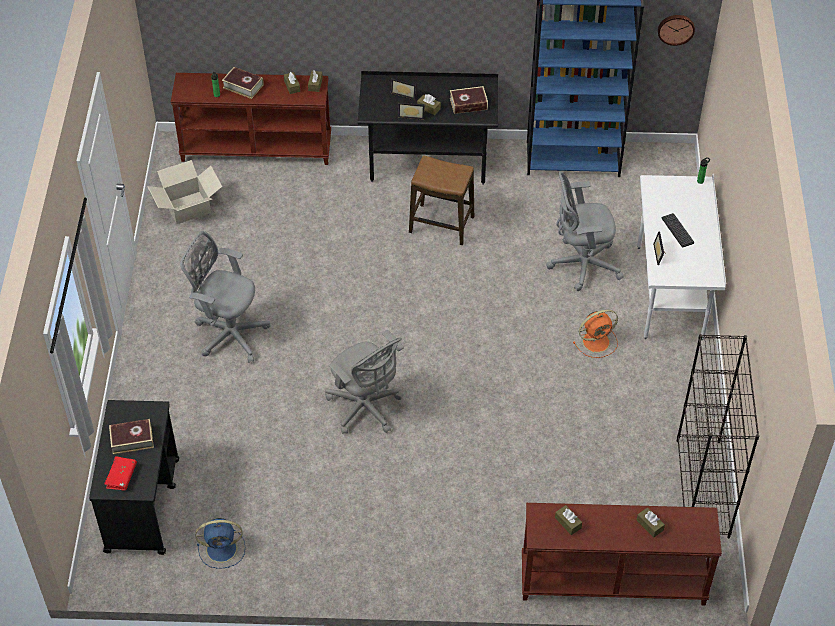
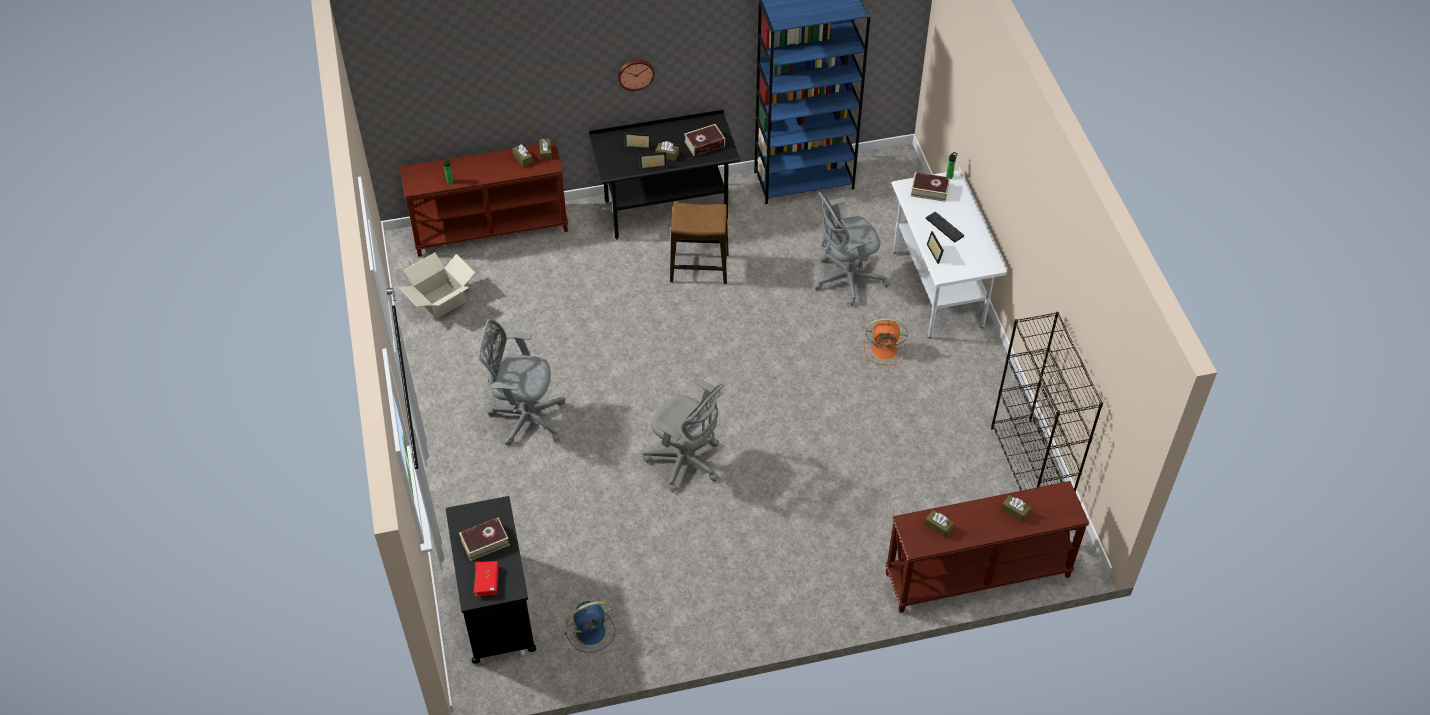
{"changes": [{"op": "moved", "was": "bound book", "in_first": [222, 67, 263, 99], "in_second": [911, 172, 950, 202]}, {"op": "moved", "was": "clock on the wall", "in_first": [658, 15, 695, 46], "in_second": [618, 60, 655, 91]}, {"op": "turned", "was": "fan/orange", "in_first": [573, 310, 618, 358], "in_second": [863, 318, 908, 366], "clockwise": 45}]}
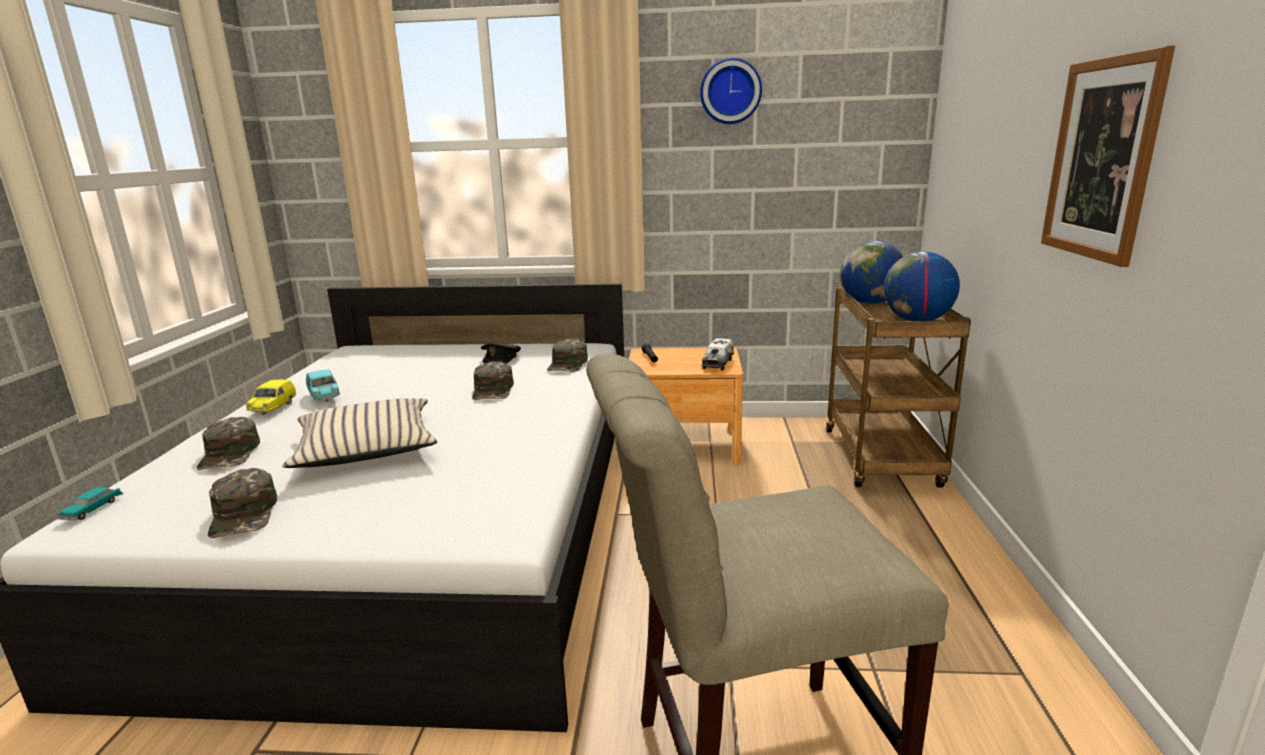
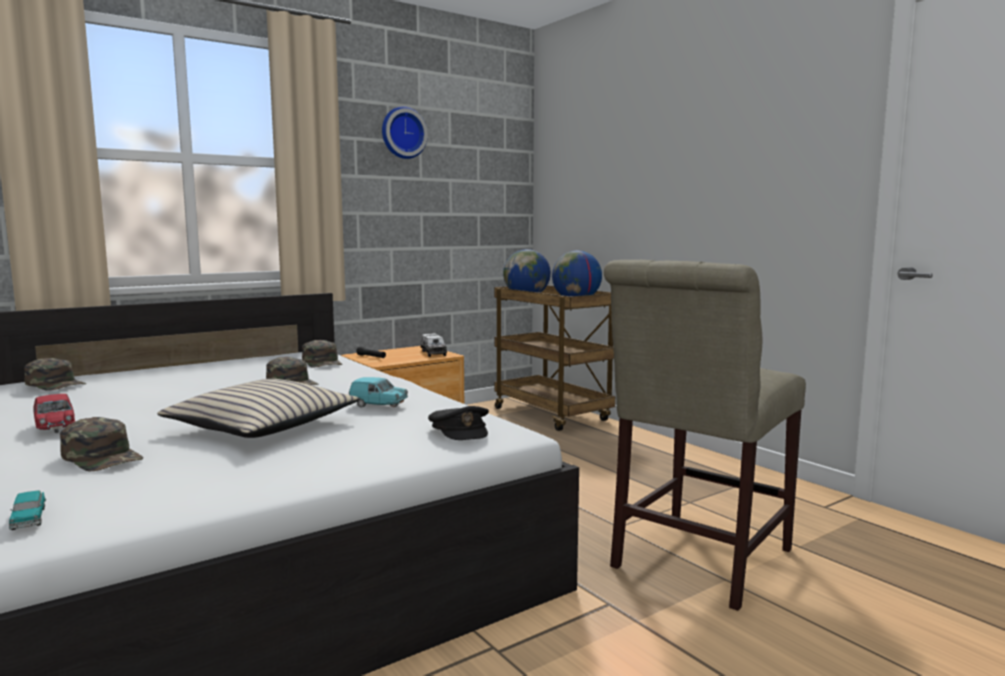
{"changes": [{"op": "removed", "was": "picture", "in_first": [1041, 45, 1175, 267]}, {"op": "moved", "was": "peaked cap/green-coloured", "in_first": [208, 468, 277, 538], "in_second": [24, 358, 86, 391]}, {"op": "moved", "was": "toy car/turquoise-coloured", "in_first": [306, 370, 340, 402], "in_second": [349, 377, 408, 408]}, {"op": "moved", "was": "peaked cap/blackish", "in_first": [481, 343, 521, 364], "in_second": [428, 406, 489, 440]}, {"op": "recoloured", "was": "toy car/yellow-coloured", "now": "toy car/reddish", "in_first": [246, 380, 296, 415], "in_second": [34, 394, 75, 433]}]}
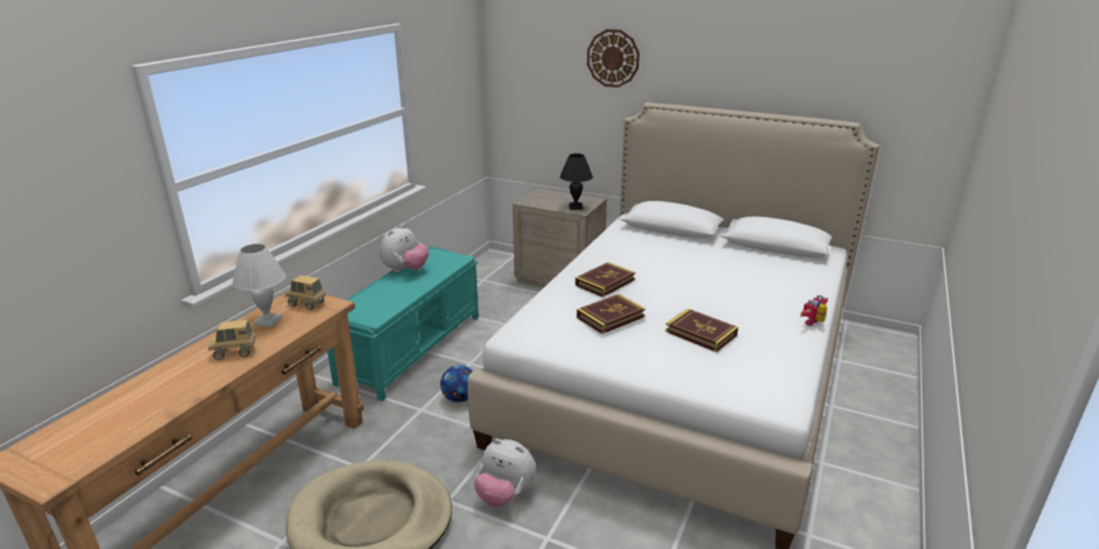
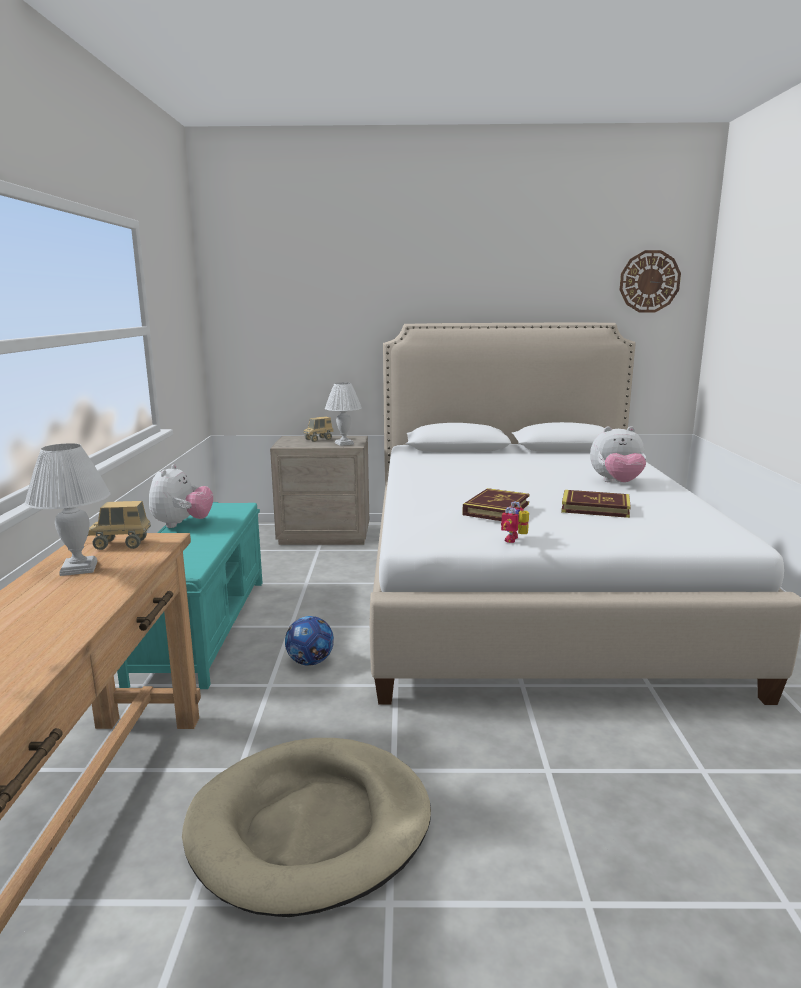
{"changes": [{"op": "removed", "was": "bound book", "in_first": [575, 262, 635, 297]}, {"op": "moved", "was": "model truck", "in_first": [208, 320, 256, 360], "in_second": [303, 416, 334, 442]}, {"op": "moved", "was": "cuddly toy", "in_first": [474, 439, 536, 507], "in_second": [590, 426, 647, 482]}, {"op": "moved", "was": "clock on the wall", "in_first": [587, 29, 640, 88], "in_second": [620, 250, 681, 313]}, {"op": "moved", "was": "toy robot", "in_first": [800, 295, 828, 326], "in_second": [501, 501, 529, 543]}, {"op": "recoloured", "was": "lamp for a table/blackish", "now": "lamp for a table/white", "in_first": [560, 153, 593, 210], "in_second": [325, 382, 362, 446]}]}
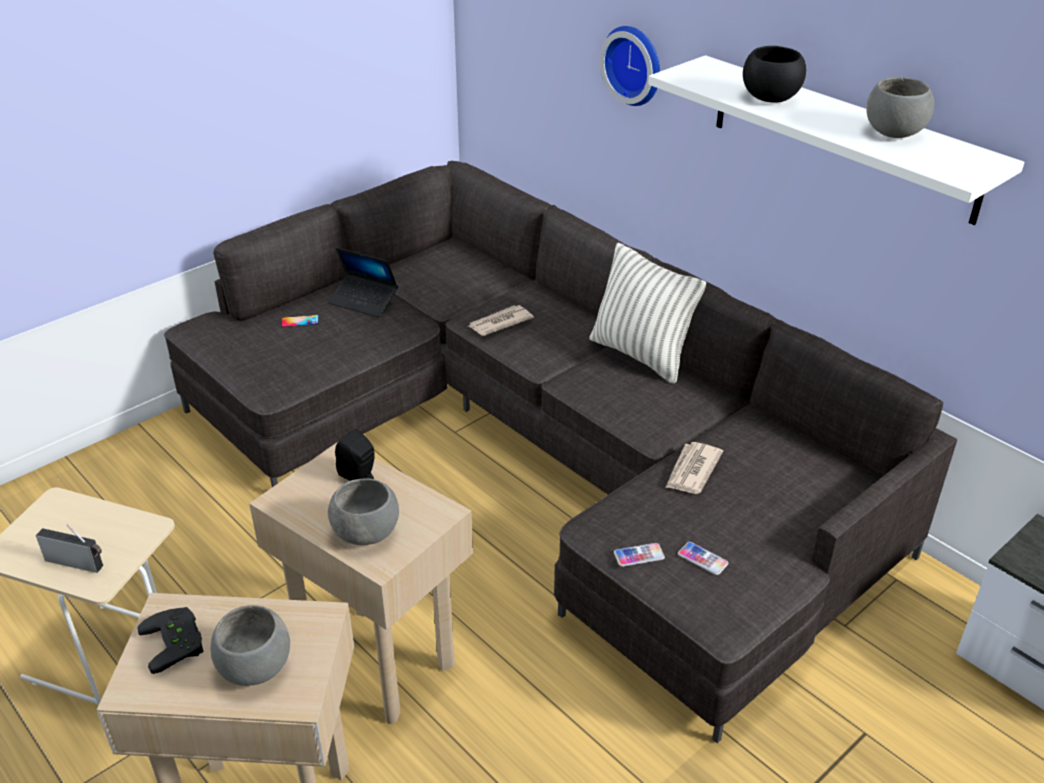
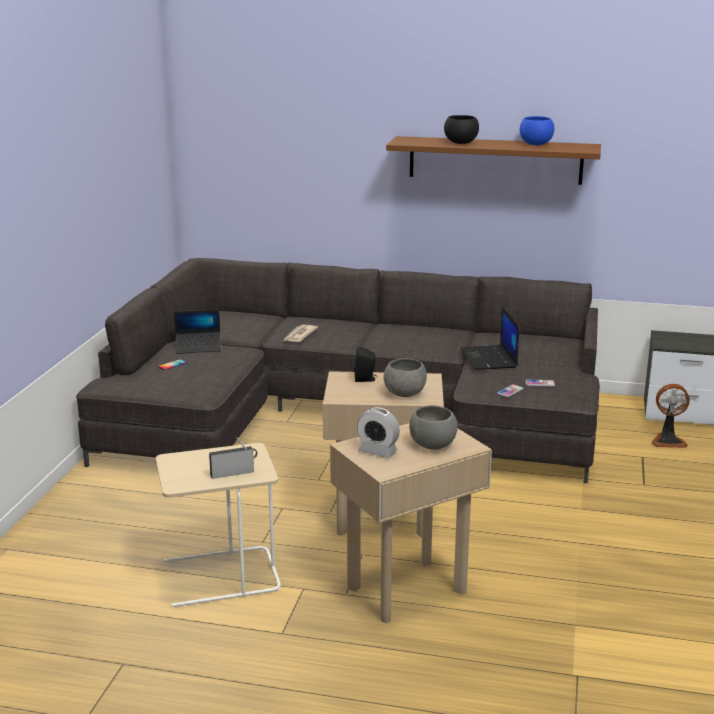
{"changes": [{"op": "removed", "was": "throw pillow", "in_first": [590, 242, 706, 384]}, {"op": "removed", "was": "clock on the wall", "in_first": [600, 26, 660, 106]}, {"op": "added", "now": "fan", "in_second": [652, 384, 690, 448]}, {"op": "replaced", "was": "game controller/blackish", "now": "table clock", "in_first": [138, 607, 204, 674], "in_second": [357, 407, 400, 458]}, {"op": "replaced", "was": "newspaper", "now": "laptop", "in_first": [665, 442, 723, 494], "in_second": [460, 307, 519, 370]}, {"op": "recoloured", "was": "shelf/white", "now": "shelf/brownish", "in_first": [648, 55, 1024, 225], "in_second": [386, 136, 601, 185]}, {"op": "recoloured", "was": "deep dish/gray", "now": "deep dish/bluish", "in_first": [866, 77, 934, 138], "in_second": [520, 116, 554, 145]}]}
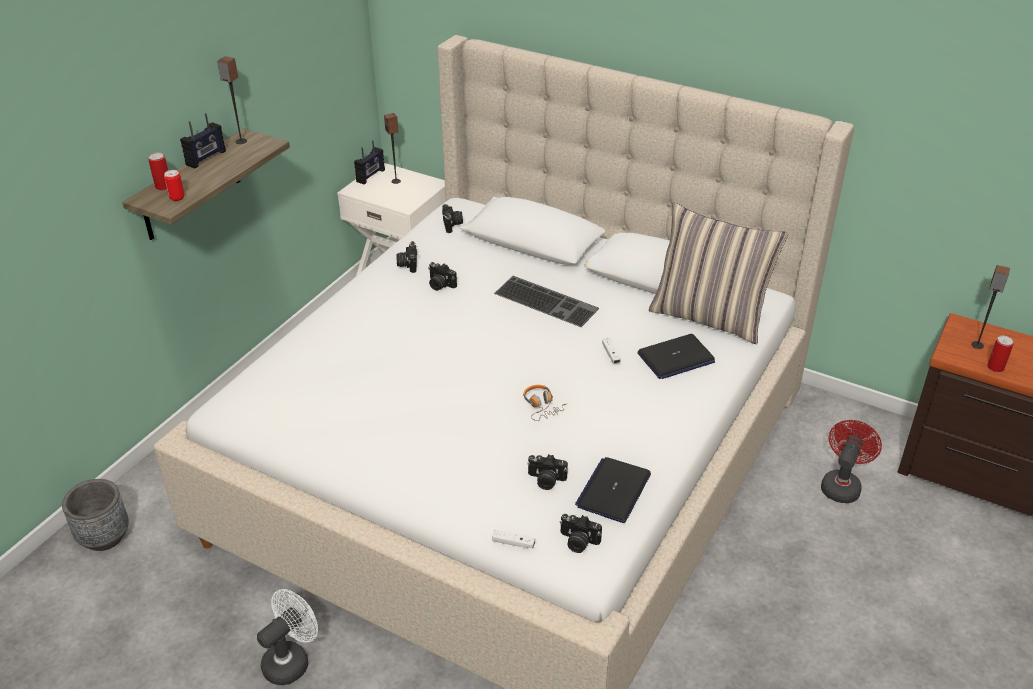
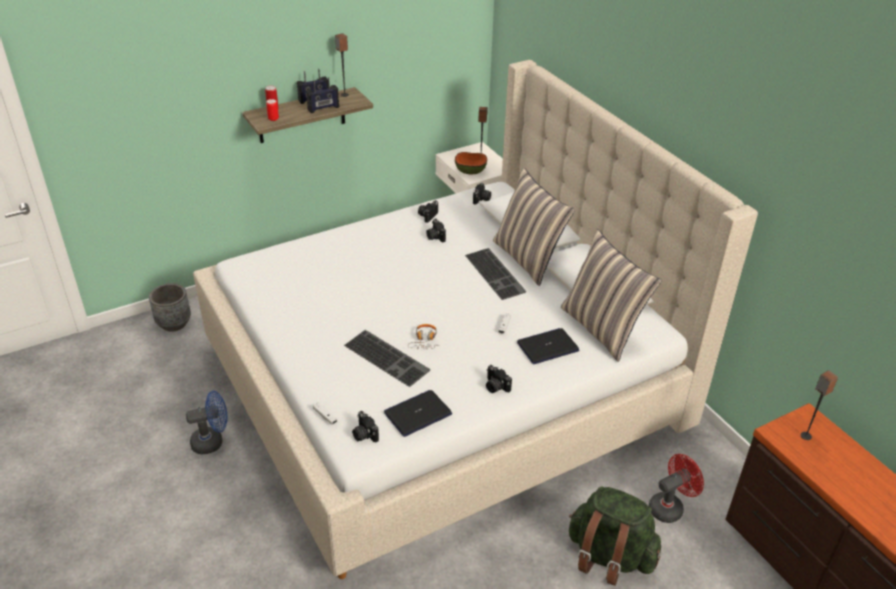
{"changes": [{"op": "removed", "was": "sealed can", "in_first": [987, 336, 1014, 372]}, {"op": "added", "now": "PC keyboard", "in_second": [344, 330, 431, 387]}, {"op": "added", "now": "deep dish", "in_second": [455, 152, 487, 174]}, {"op": "added", "now": "throw pillow", "in_second": [493, 168, 575, 286]}, {"op": "added", "now": "backpack/green-coloured", "in_second": [569, 486, 661, 586]}, {"op": "moved", "was": "radio receiver", "in_first": [354, 140, 385, 184], "in_second": [306, 77, 339, 113]}, {"op": "moved", "was": "photo camera", "in_first": [527, 454, 568, 490], "in_second": [486, 365, 512, 393]}, {"op": "recoloured", "was": "fan/white", "now": "fan/bluish", "in_first": [257, 589, 318, 685], "in_second": [186, 391, 227, 455]}, {"op": "turned", "was": "laptop", "in_first": [637, 334, 715, 379], "in_second": [517, 328, 579, 364], "clockwise": 150}]}
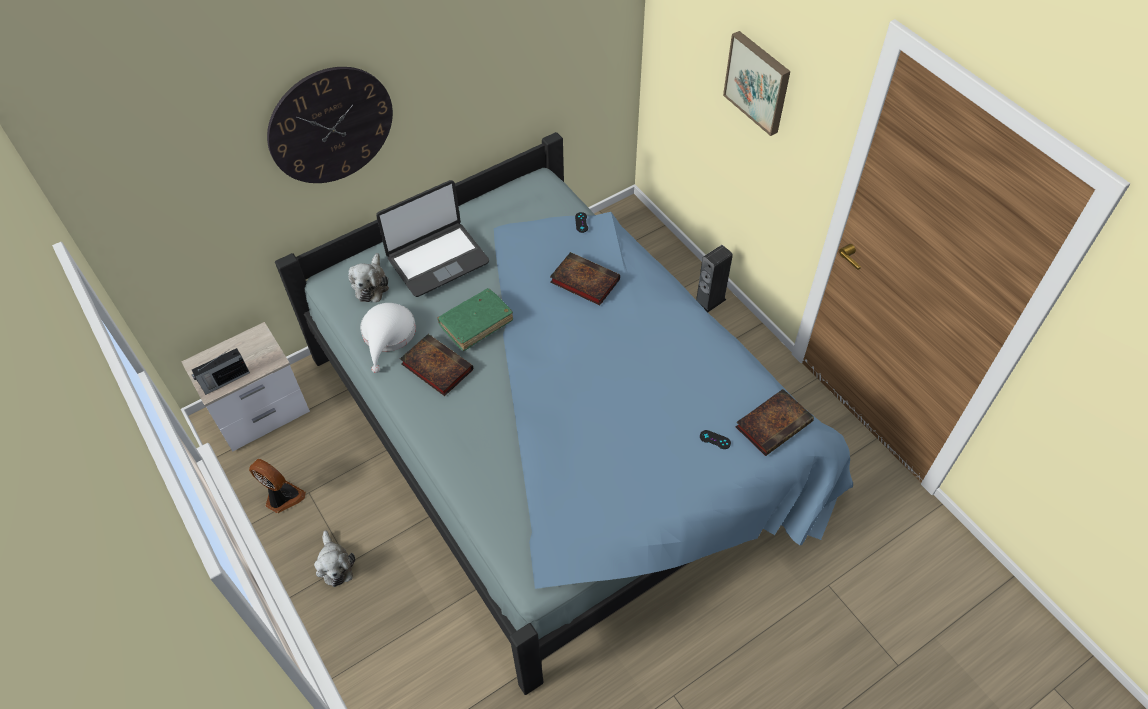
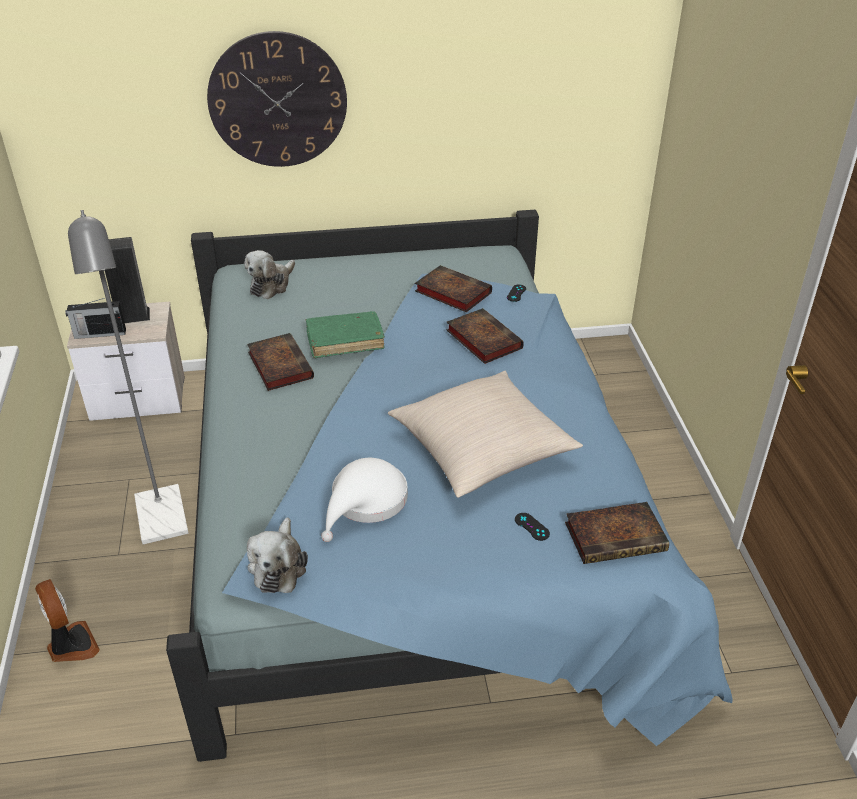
{"changes": [{"op": "removed", "was": "laptop", "in_first": [376, 180, 489, 297]}, {"op": "removed", "was": "picture", "in_first": [723, 31, 790, 136]}, {"op": "added", "now": "standard lamp/gray", "in_second": [68, 210, 189, 544]}, {"op": "added", "now": "throw pillow/sand-coloured", "in_second": [388, 371, 583, 498]}, {"op": "added", "now": "bound book", "in_second": [415, 265, 492, 312]}, {"op": "moved", "was": "fan", "in_first": [249, 459, 306, 513], "in_second": [35, 579, 100, 662]}, {"op": "moved", "was": "cuddly toy", "in_first": [314, 530, 355, 587], "in_second": [247, 517, 308, 593]}, {"op": "moved", "was": "clothing hat/white", "in_first": [360, 303, 416, 373], "in_second": [321, 458, 408, 542]}, {"op": "moved", "was": "loudspeaker", "in_first": [696, 245, 733, 312], "in_second": [105, 237, 150, 323]}]}
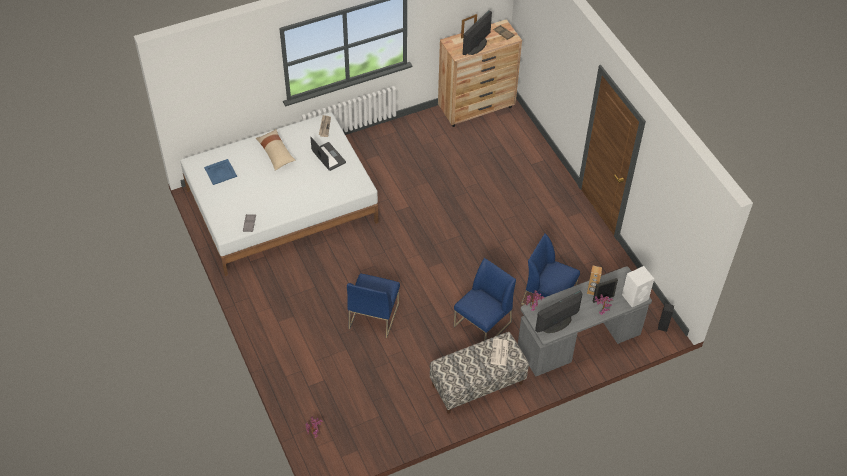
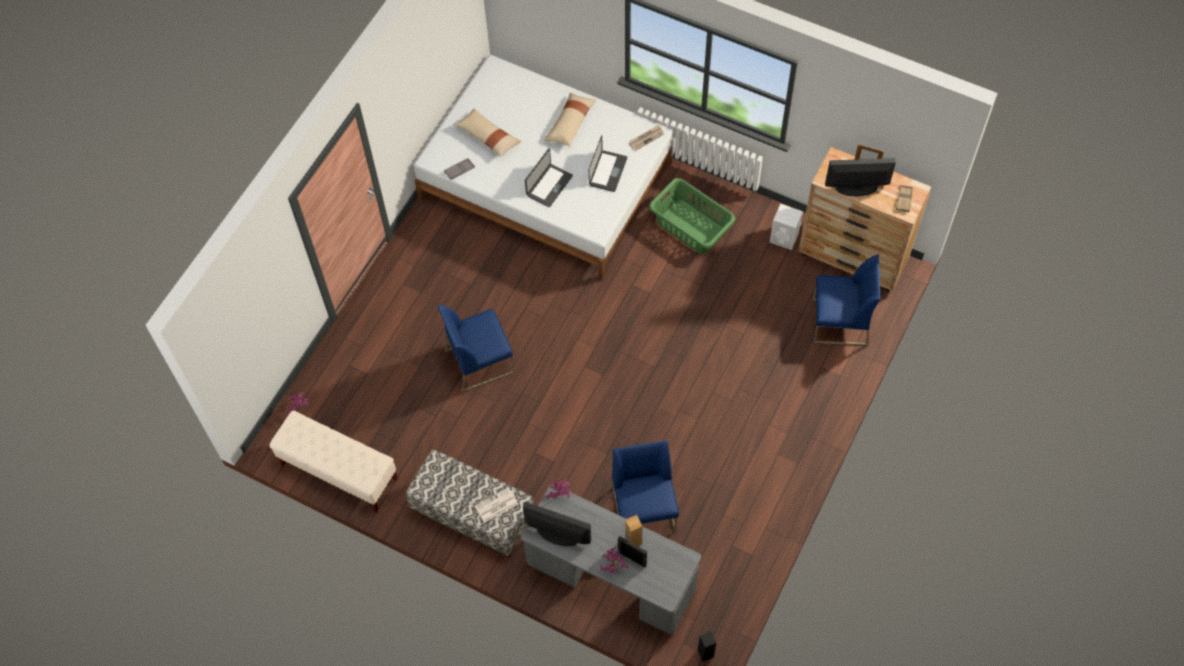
{"changes": [{"op": "removed", "was": "serving tray/bluish", "in_first": [204, 159, 237, 185]}, {"op": "added", "now": "bench/sand-coloured", "in_second": [270, 410, 398, 513]}, {"op": "added", "now": "throw pillow/sand-coloured", "in_second": [455, 109, 521, 157]}, {"op": "added", "now": "laptop", "in_second": [525, 149, 573, 207]}, {"op": "added", "now": "hamper/green-coloured", "in_second": [649, 178, 735, 254]}, {"op": "moved", "was": "upright chair/bluish", "in_first": [454, 258, 516, 341], "in_second": [813, 254, 880, 346]}, {"op": "moved", "was": "loudspeaker/white", "in_first": [622, 266, 654, 307], "in_second": [770, 204, 803, 250]}]}
